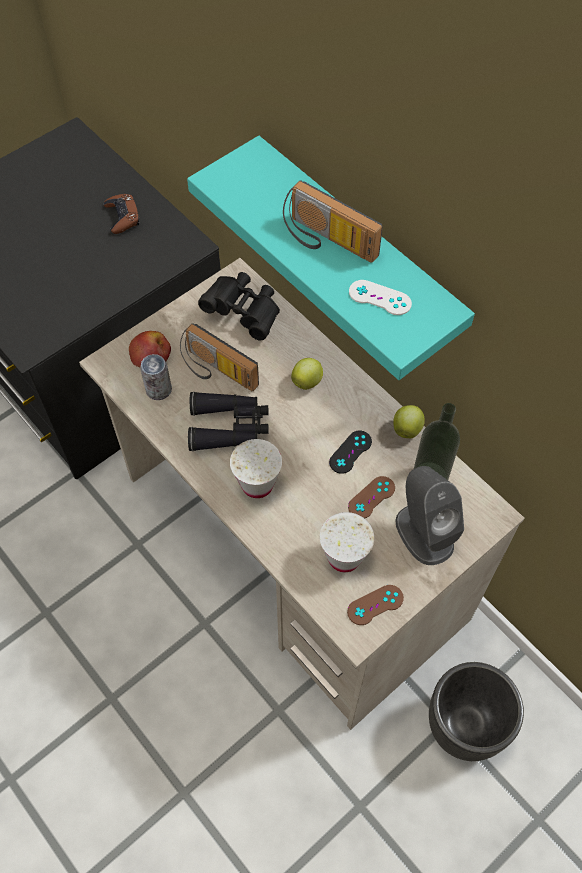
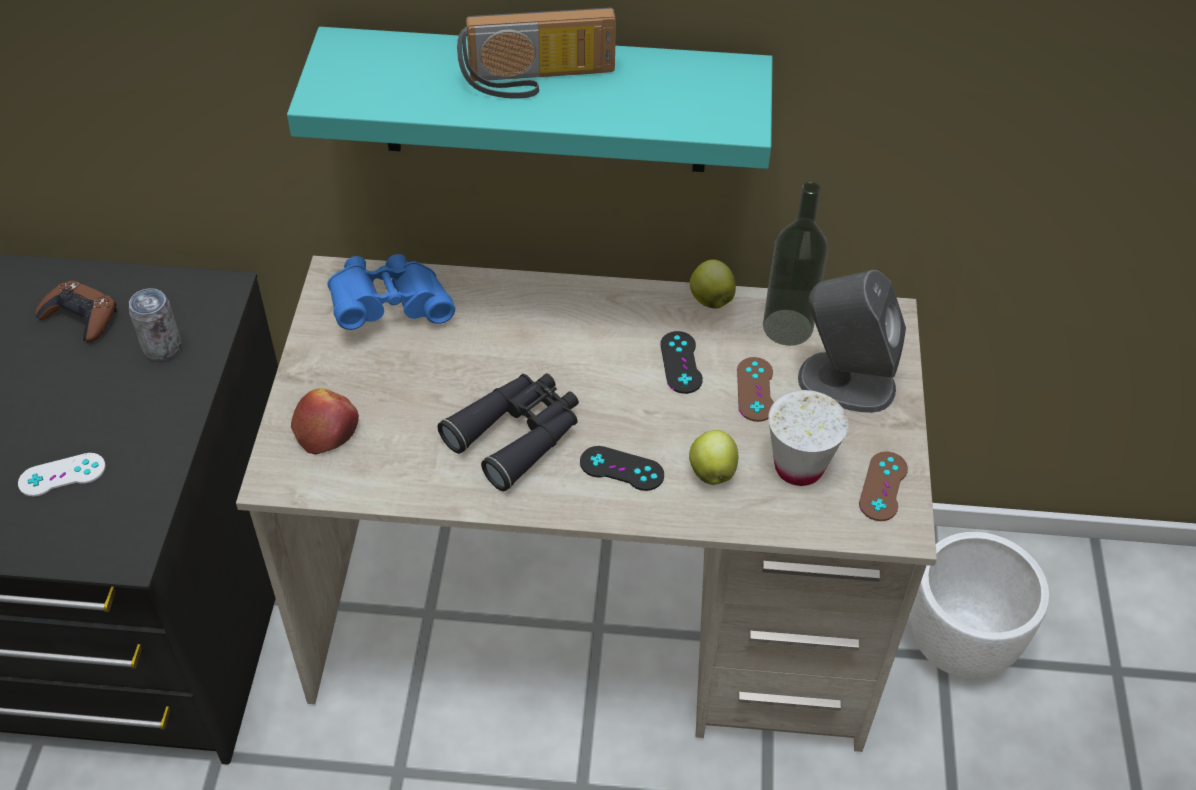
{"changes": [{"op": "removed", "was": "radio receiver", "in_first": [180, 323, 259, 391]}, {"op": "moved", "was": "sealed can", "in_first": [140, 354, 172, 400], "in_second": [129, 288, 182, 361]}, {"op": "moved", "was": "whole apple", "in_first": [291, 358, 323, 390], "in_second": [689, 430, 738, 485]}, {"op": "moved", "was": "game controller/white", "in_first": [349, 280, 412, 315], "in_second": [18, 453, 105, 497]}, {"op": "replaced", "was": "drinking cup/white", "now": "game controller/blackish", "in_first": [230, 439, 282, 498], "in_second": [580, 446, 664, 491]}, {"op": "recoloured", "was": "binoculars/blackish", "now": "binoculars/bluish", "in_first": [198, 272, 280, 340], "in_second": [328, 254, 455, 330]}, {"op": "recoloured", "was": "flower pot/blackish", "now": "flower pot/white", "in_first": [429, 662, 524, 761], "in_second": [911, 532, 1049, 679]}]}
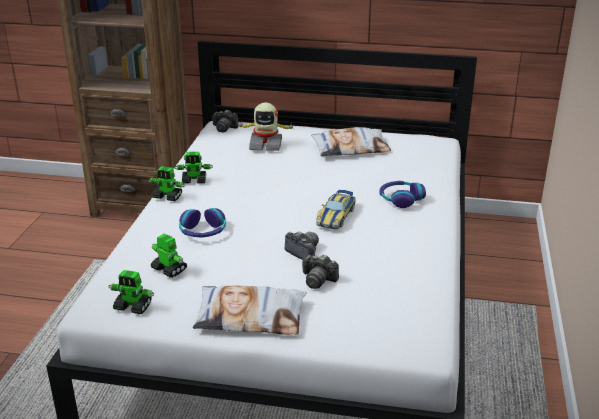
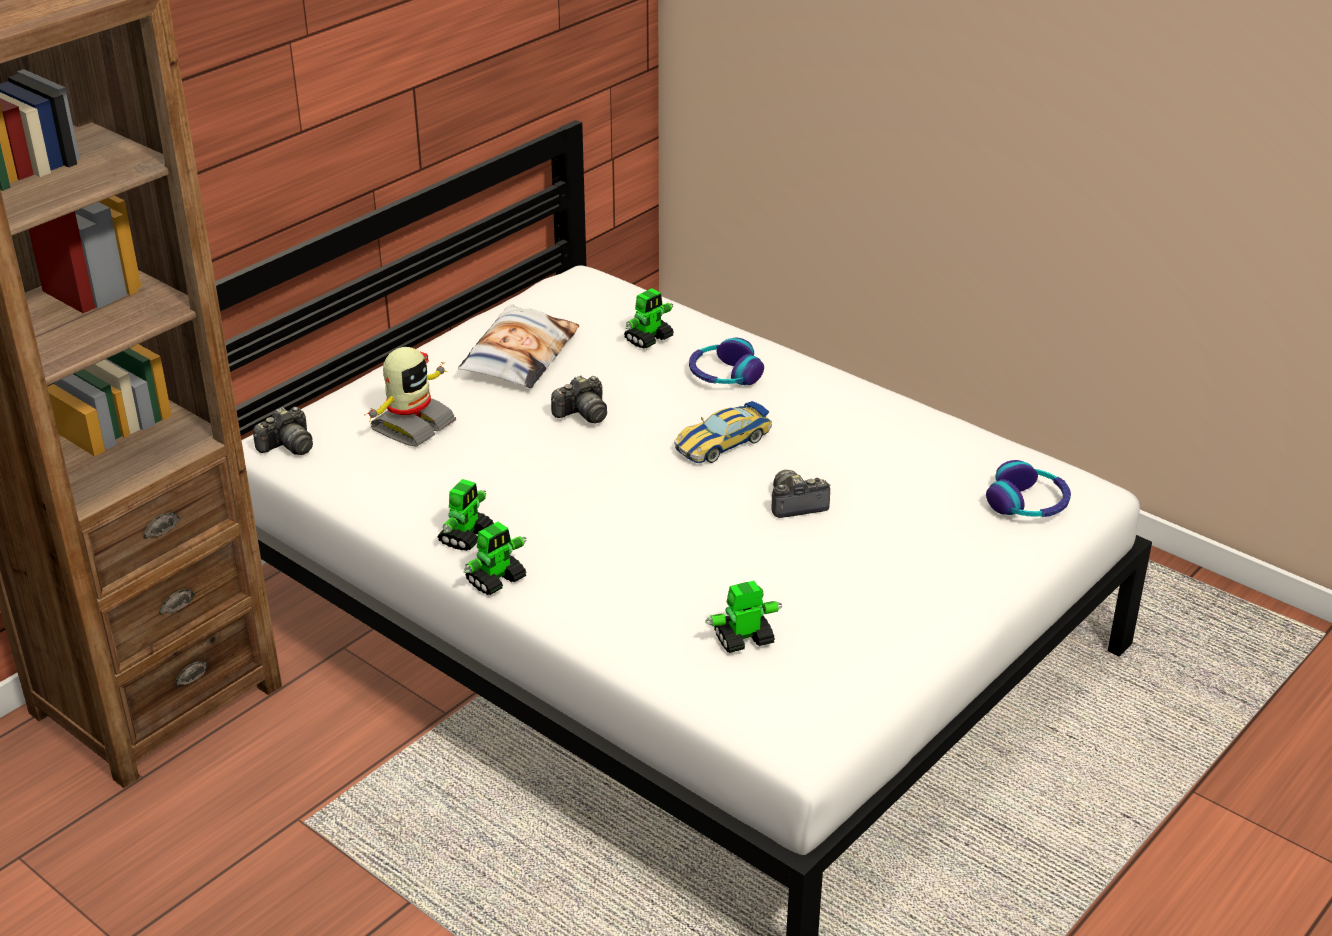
{"changes": [{"op": "removed", "was": "throw pillow", "in_first": [193, 285, 306, 335]}, {"op": "moved", "was": "toy robot", "in_first": [109, 270, 154, 314], "in_second": [624, 288, 674, 349]}, {"op": "moved", "was": "pair of headphones", "in_first": [179, 208, 226, 238], "in_second": [986, 460, 1071, 517]}, {"op": "moved", "was": "photo camera", "in_first": [302, 254, 339, 289], "in_second": [551, 375, 607, 423]}, {"op": "turned", "was": "toy car", "in_first": [316, 190, 356, 229], "in_second": [674, 401, 772, 463], "clockwise": 90}]}
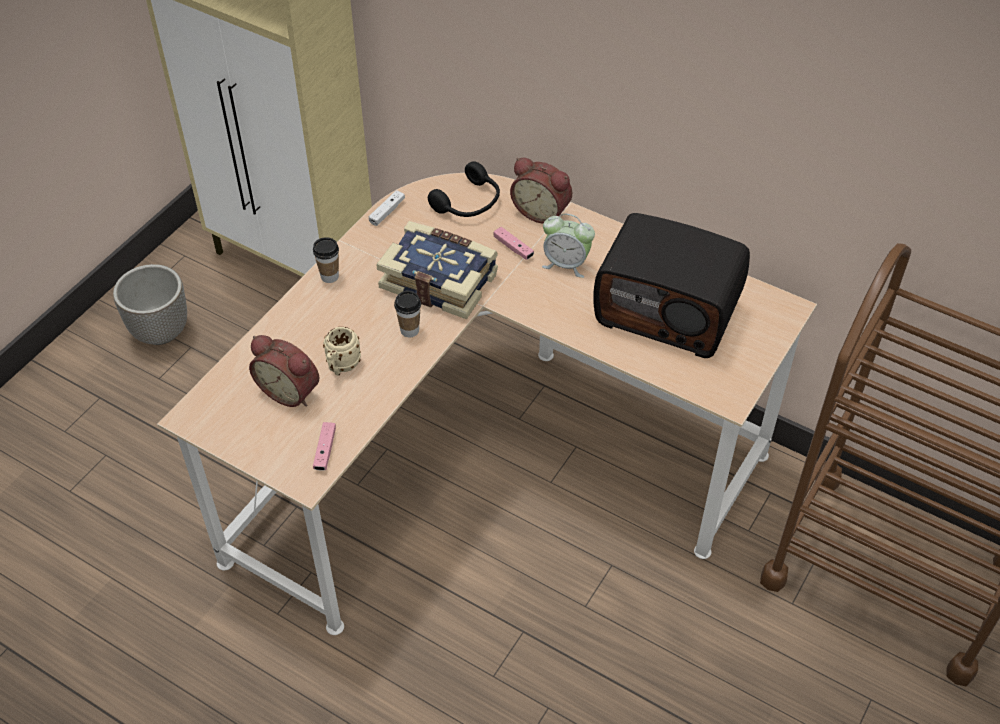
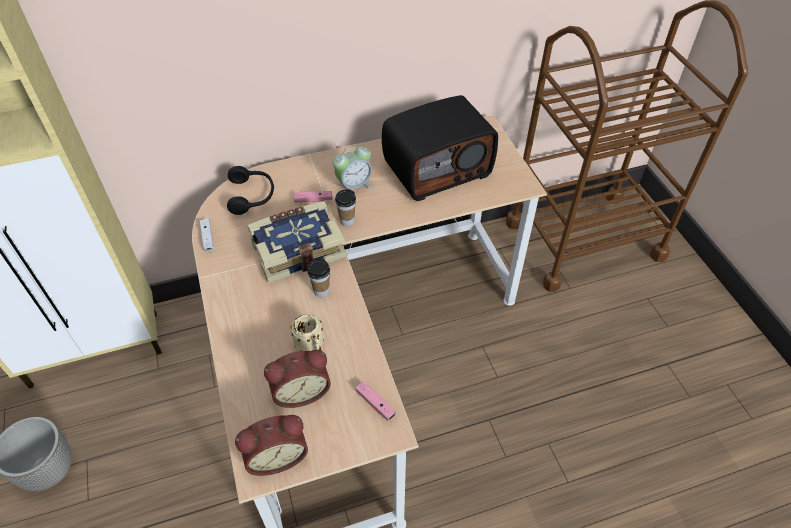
{"changes": [{"op": "moved", "was": "drinking cup", "in_first": [313, 237, 339, 283], "in_second": [335, 189, 356, 226]}, {"op": "moved", "was": "table clock", "in_first": [510, 158, 572, 223], "in_second": [235, 415, 308, 476]}]}
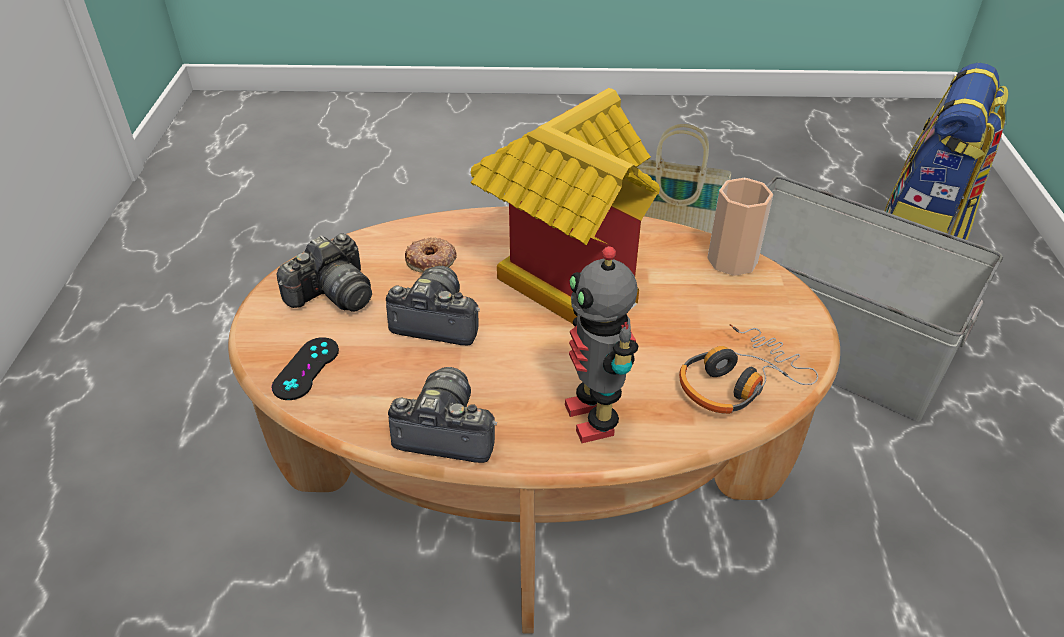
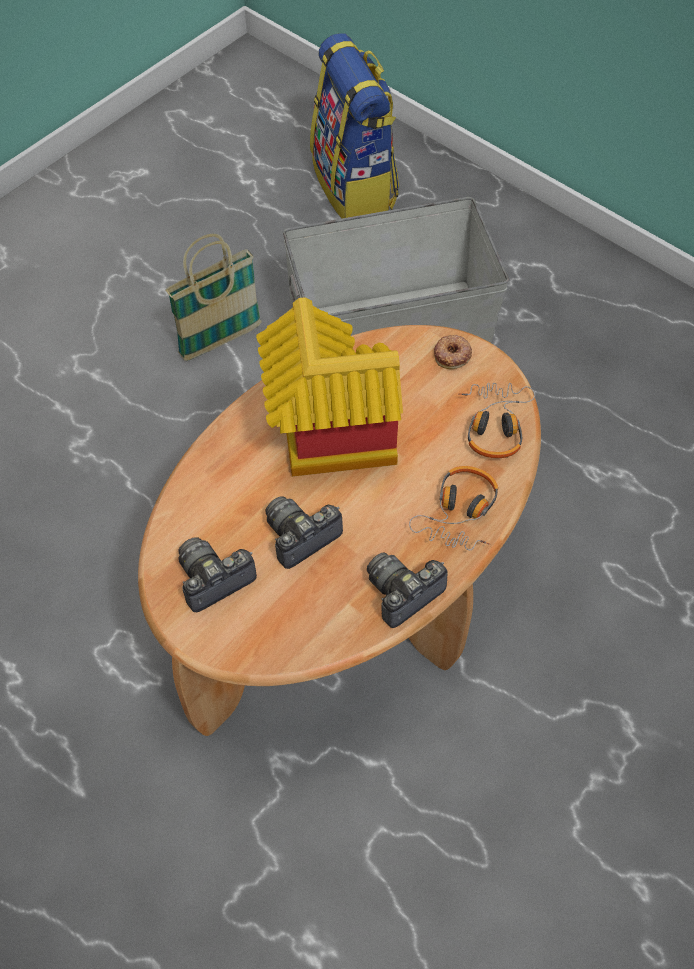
{"changes": [{"op": "removed", "was": "game controller/blackish", "in_first": [271, 337, 339, 400]}, {"op": "removed", "was": "drinking cup", "in_first": [707, 178, 773, 276]}, {"op": "moved", "was": "ring doughnut", "in_first": [405, 237, 457, 273], "in_second": [434, 335, 472, 369]}, {"op": "replaced", "was": "toy robot", "now": "pair of headphones", "in_first": [565, 246, 638, 443], "in_second": [409, 466, 498, 550]}, {"op": "turned", "was": "photo camera", "in_first": [277, 233, 372, 312], "in_second": [179, 537, 257, 612], "clockwise": -120}]}
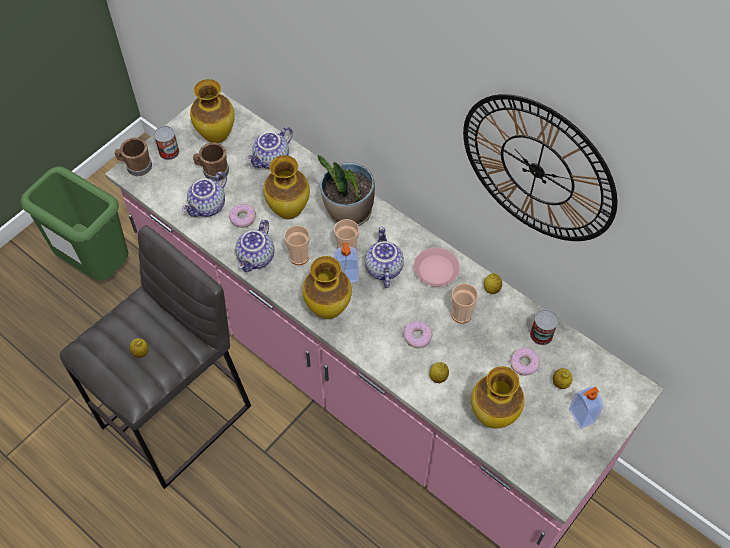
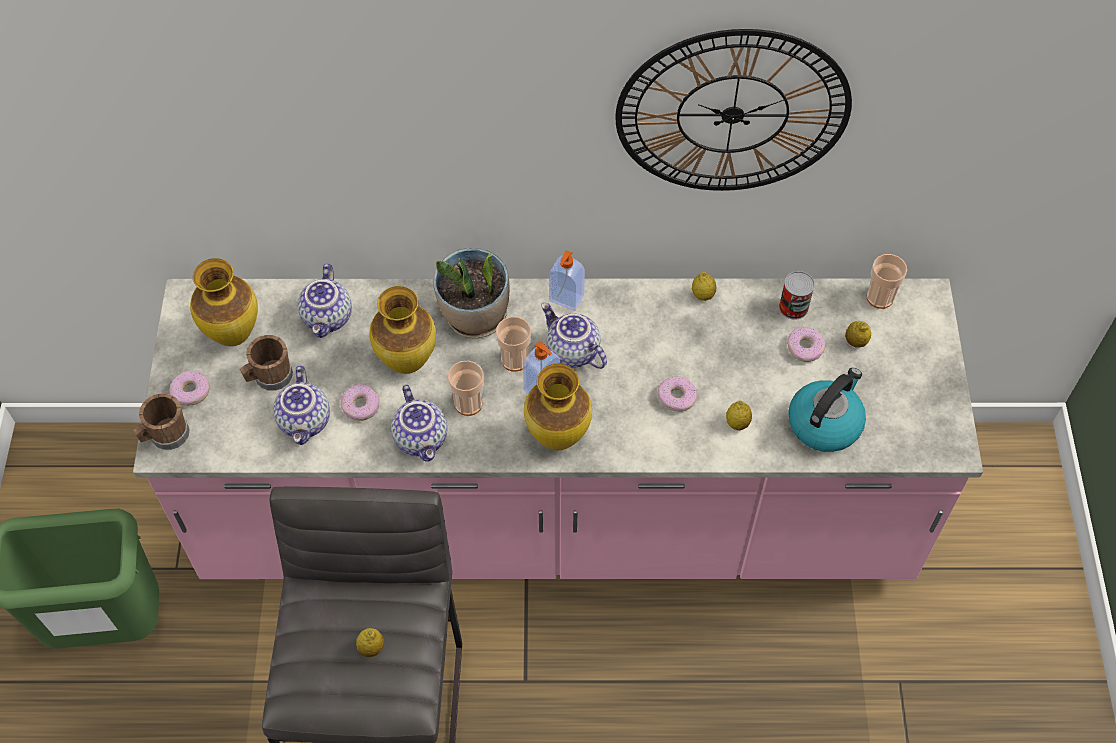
{"changes": [{"op": "removed", "was": "flat dish/pink", "in_first": [414, 248, 460, 287]}, {"op": "moved", "was": "drinking cup", "in_first": [451, 284, 478, 324], "in_second": [867, 254, 907, 309]}, {"op": "moved", "was": "soap bottle", "in_first": [569, 387, 603, 429], "in_second": [549, 250, 585, 311]}, {"op": "replaced", "was": "sealed can", "now": "ring doughnut", "in_first": [154, 126, 179, 160], "in_second": [169, 371, 210, 406]}, {"op": "replaced", "was": "vase", "now": "kettle", "in_first": [471, 366, 524, 429], "in_second": [788, 368, 866, 452]}]}
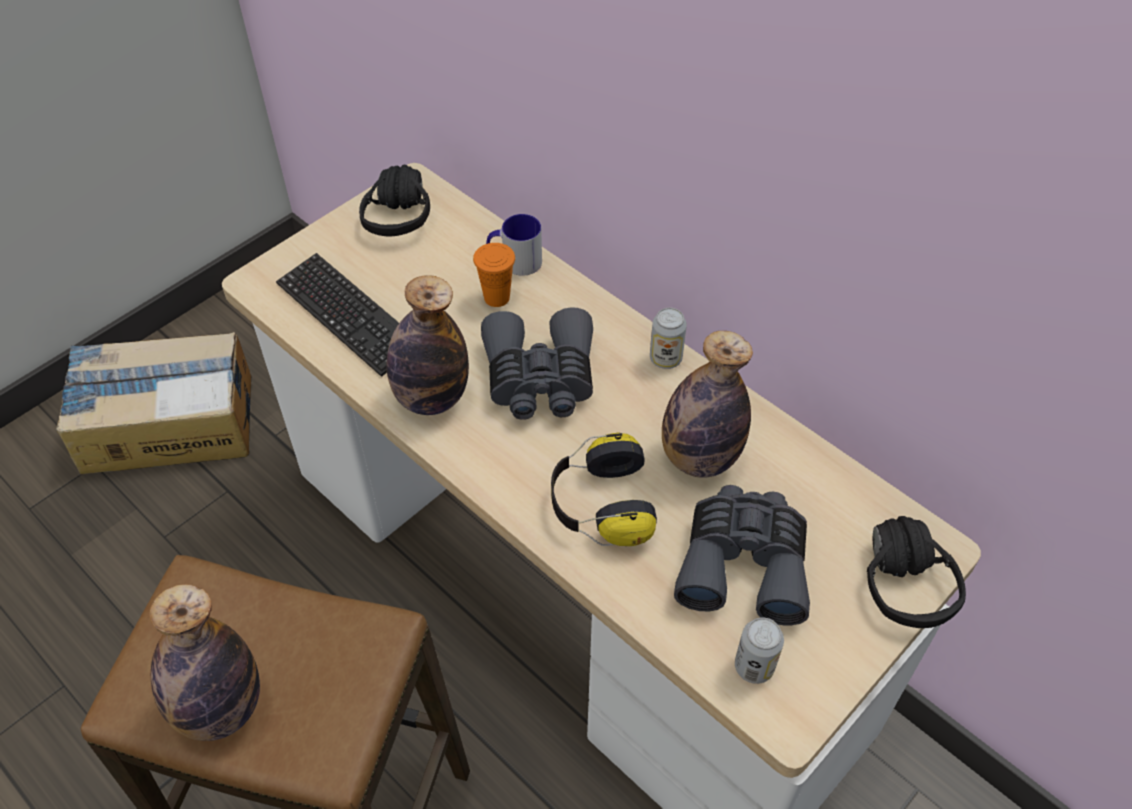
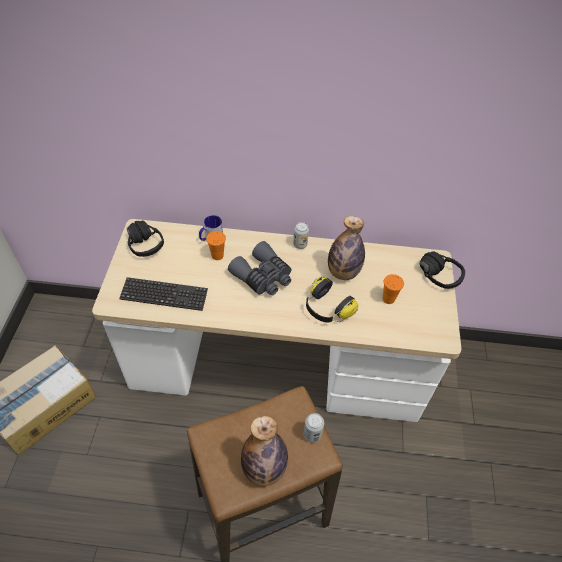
{"changes": [{"op": "removed", "was": "drink bottle", "in_first": [387, 276, 469, 415]}, {"op": "moved", "was": "sealed can", "in_first": [735, 617, 784, 684], "in_second": [304, 413, 324, 443]}, {"op": "replaced", "was": "binoculars/gray", "now": "drinking cup/orange", "in_first": [674, 485, 810, 625], "in_second": [382, 274, 404, 304]}]}
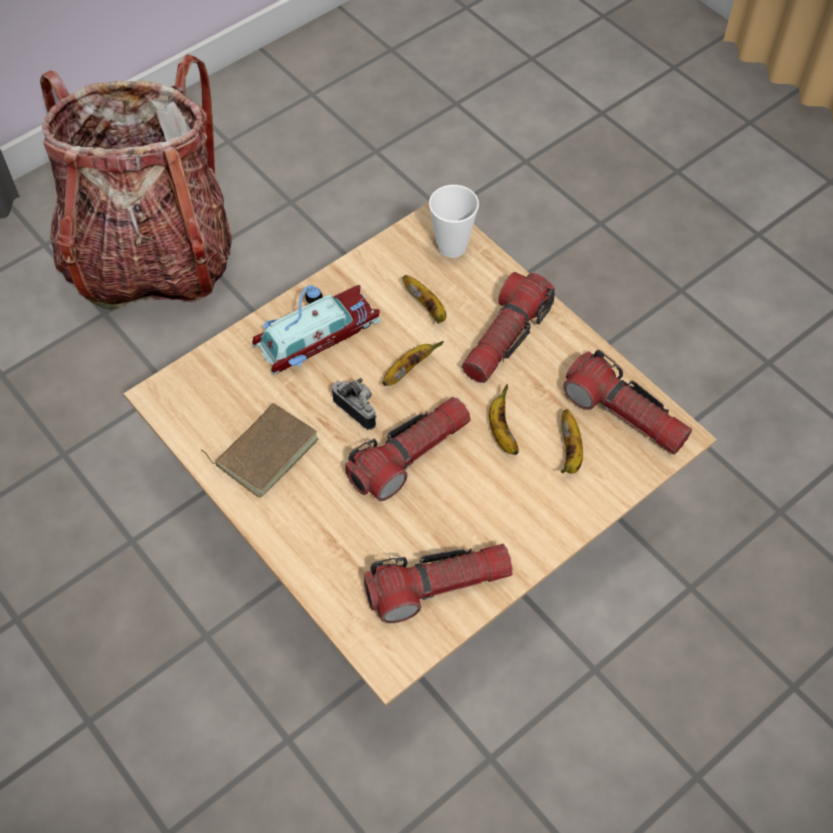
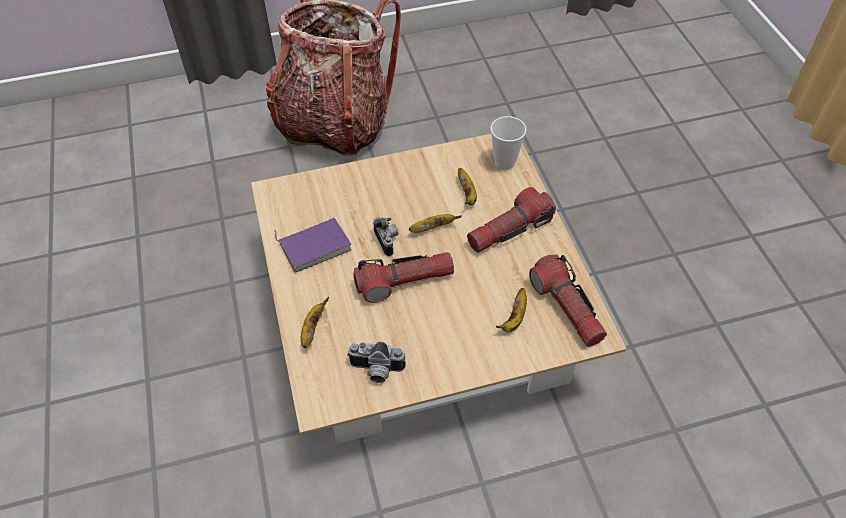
{"changes": [{"op": "removed", "was": "toy car", "in_first": [251, 285, 381, 375]}, {"op": "moved", "was": "banana", "in_first": [489, 384, 519, 455], "in_second": [300, 297, 329, 348]}, {"op": "replaced", "was": "flashlight", "now": "photo camera", "in_first": [364, 544, 513, 623], "in_second": [347, 342, 406, 383]}, {"op": "recoloured", "was": "bound book/brownish", "now": "bound book/purplish", "in_first": [201, 403, 318, 498], "in_second": [274, 218, 351, 273]}]}
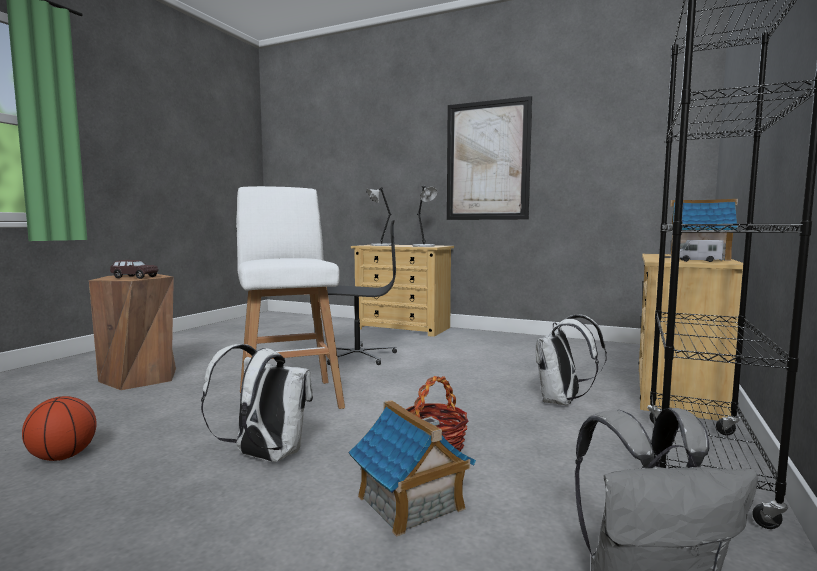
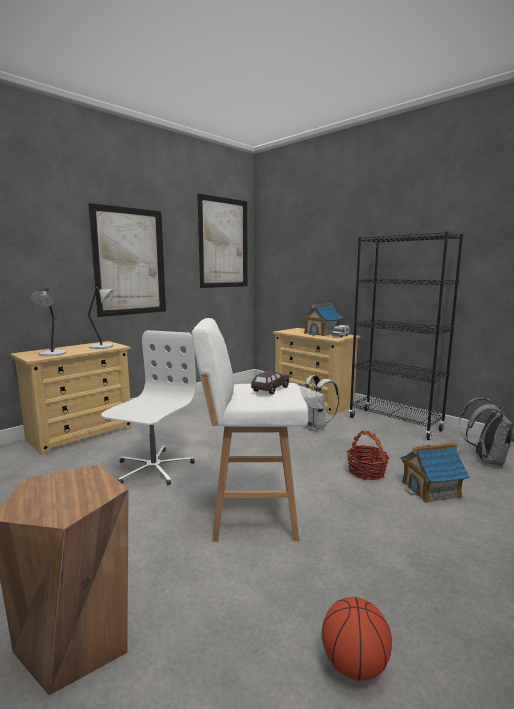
{"changes": [{"op": "removed", "was": "backpack/white", "in_first": [201, 344, 313, 462]}, {"op": "added", "now": "picture", "in_second": [197, 193, 248, 288]}, {"op": "moved", "was": "toy car/brownish", "in_first": [110, 260, 159, 279], "in_second": [251, 371, 290, 395]}, {"op": "recoloured", "was": "desk chair/blackish", "now": "desk chair/white", "in_first": [327, 220, 397, 365], "in_second": [101, 330, 196, 485]}]}
